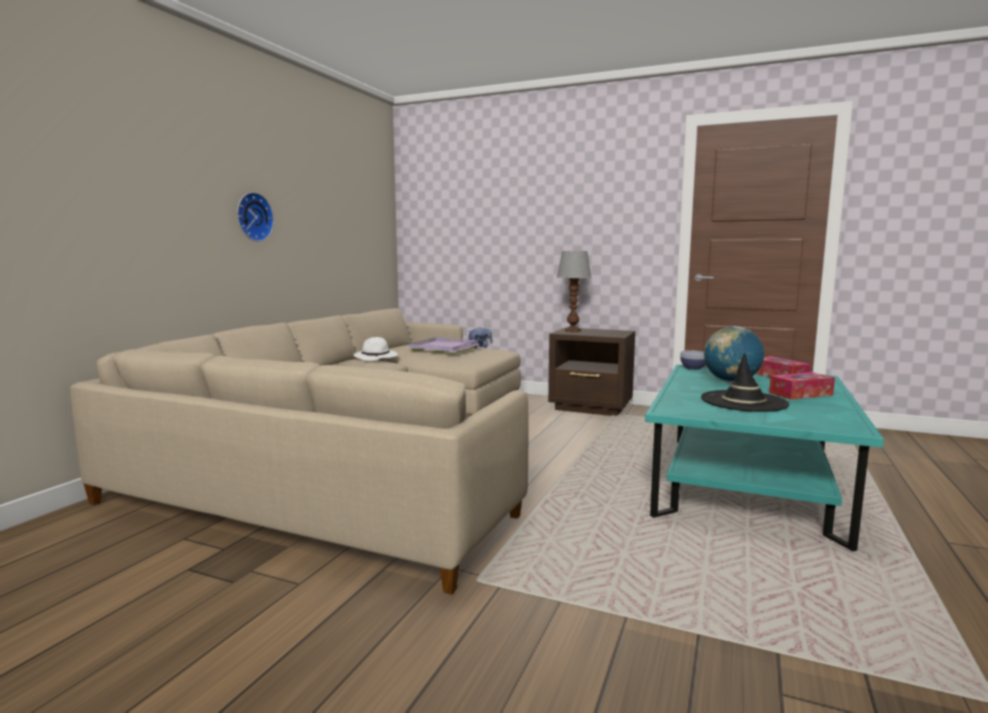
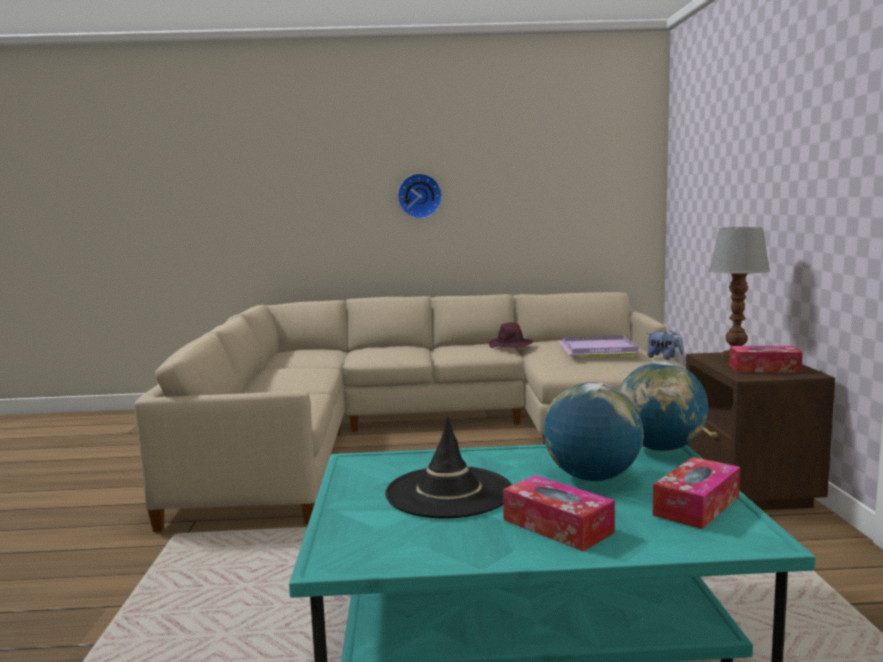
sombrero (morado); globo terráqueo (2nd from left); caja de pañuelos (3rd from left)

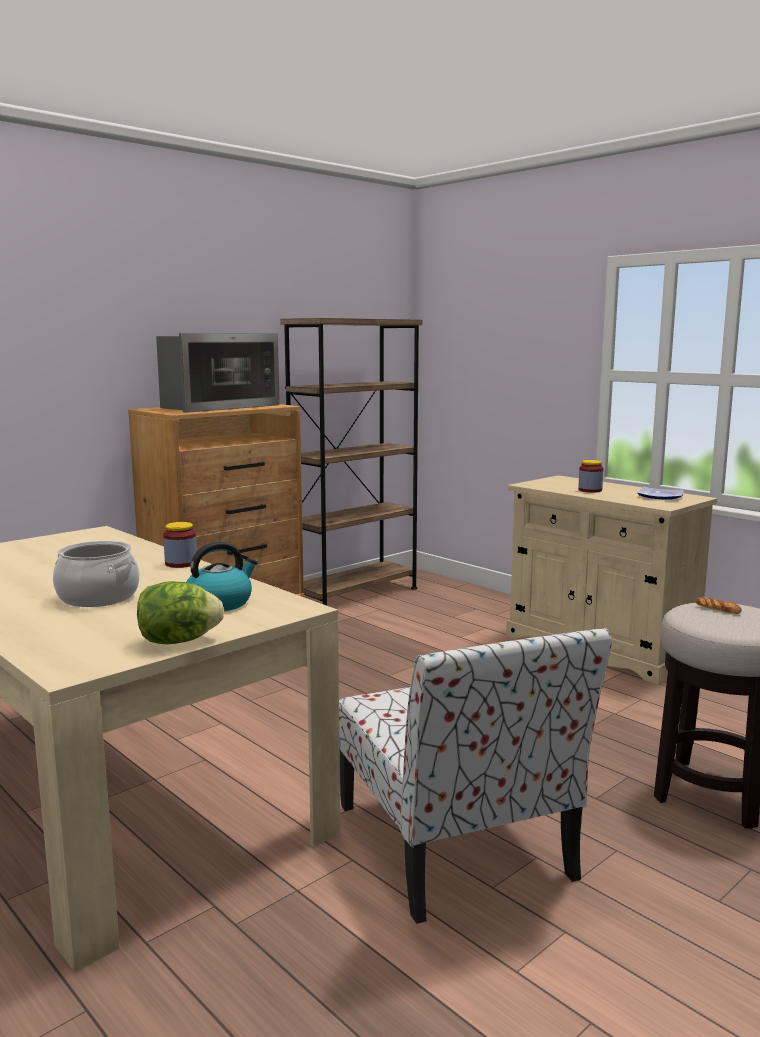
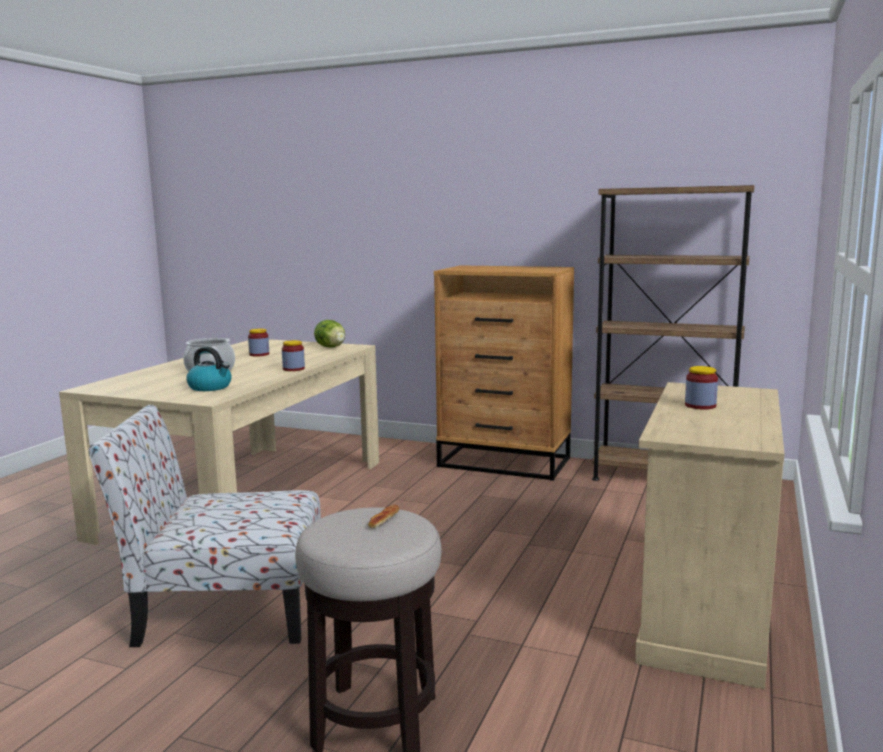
lechuga; microondas; silla; plato; tarro (1st from left)

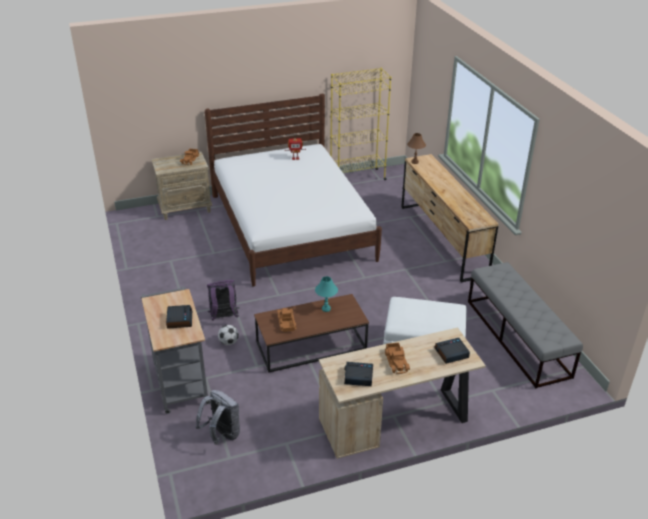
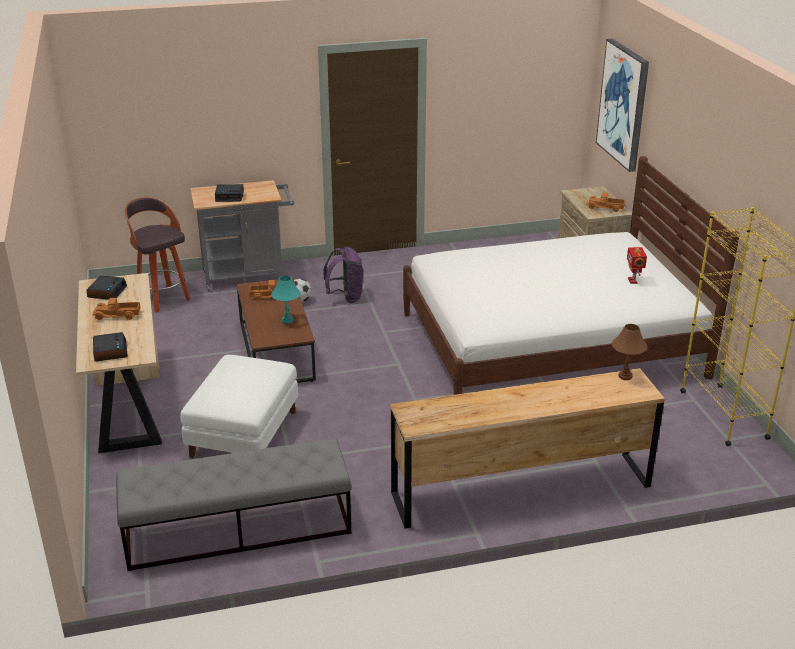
taburete; cuadro

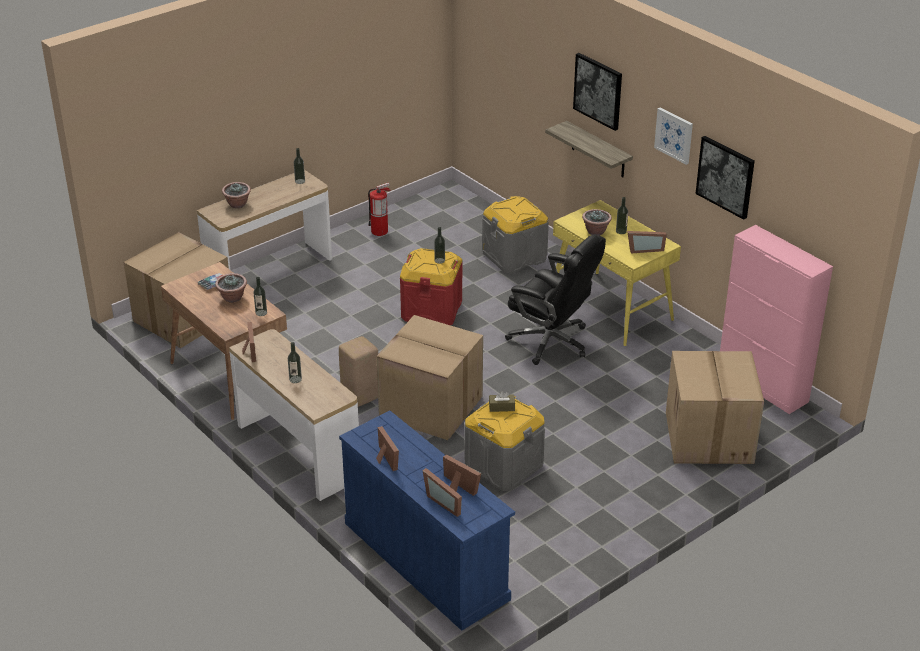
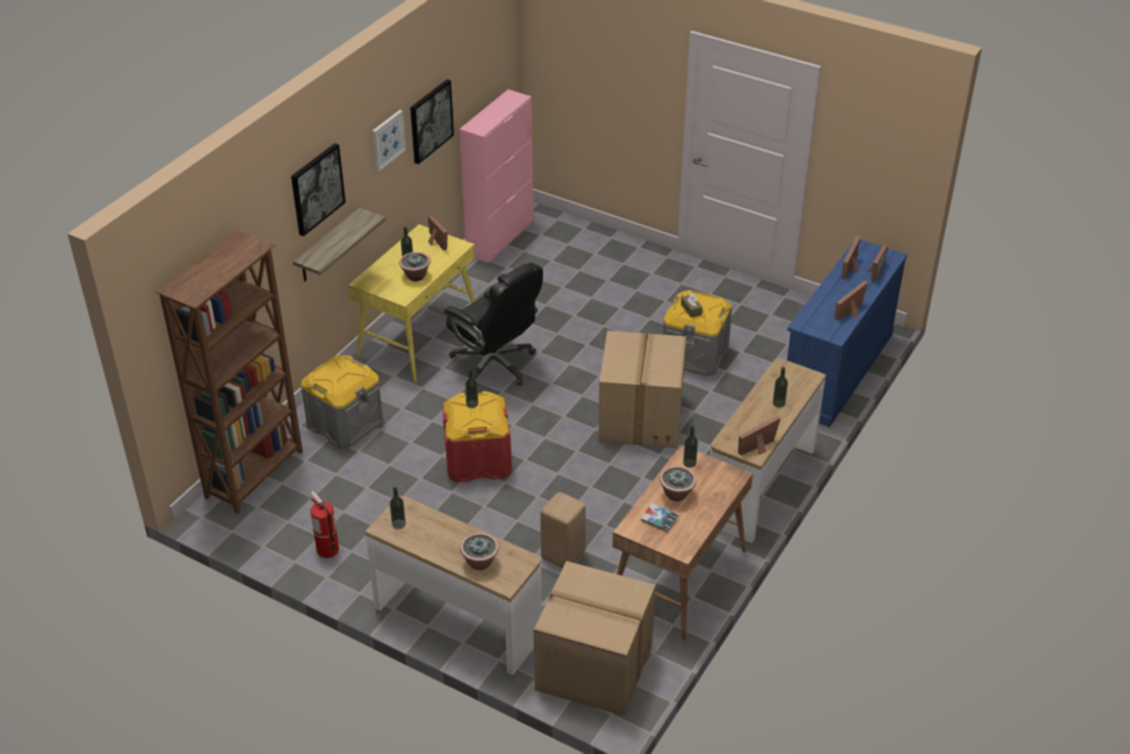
taburete (beis); silla de oficina (negro); caja de cartón (3rd from left in the first image); estantería (marrón)

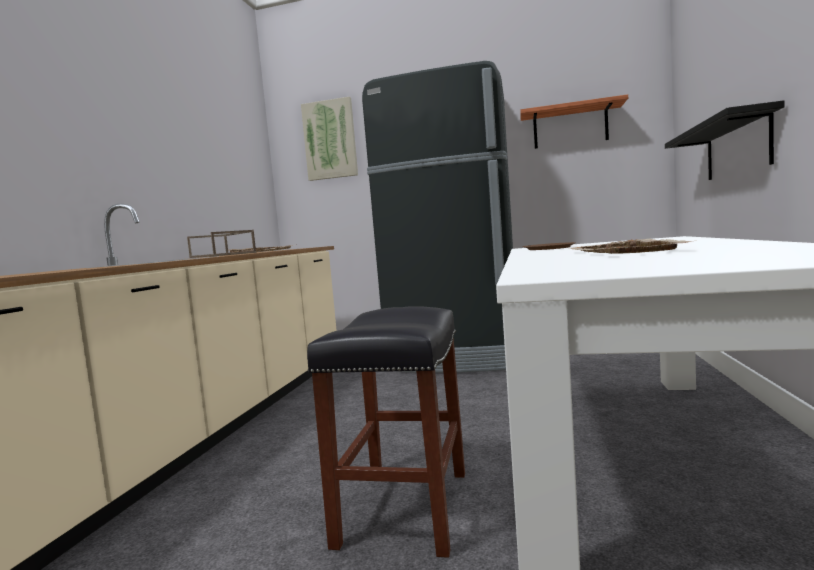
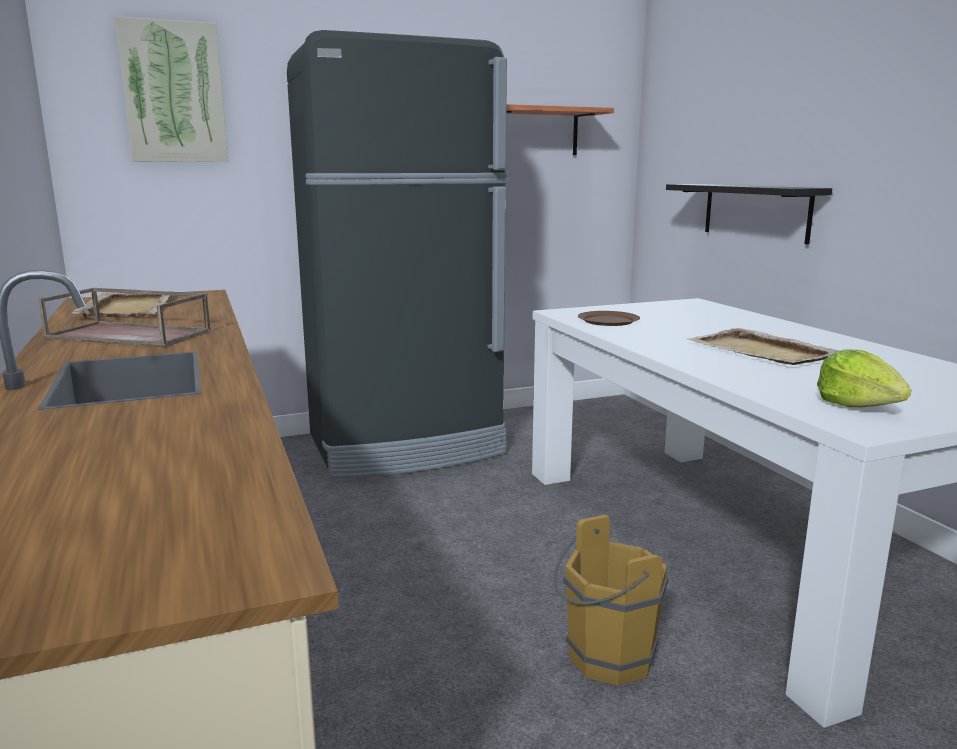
cubo (marrón); lechuga

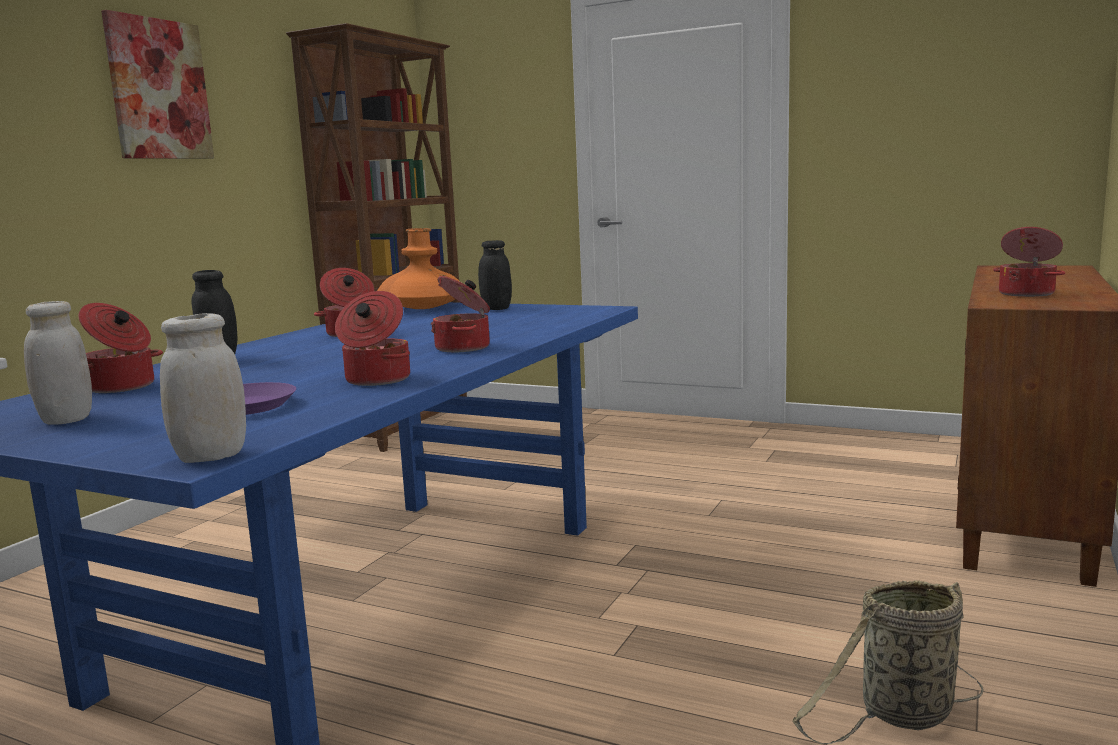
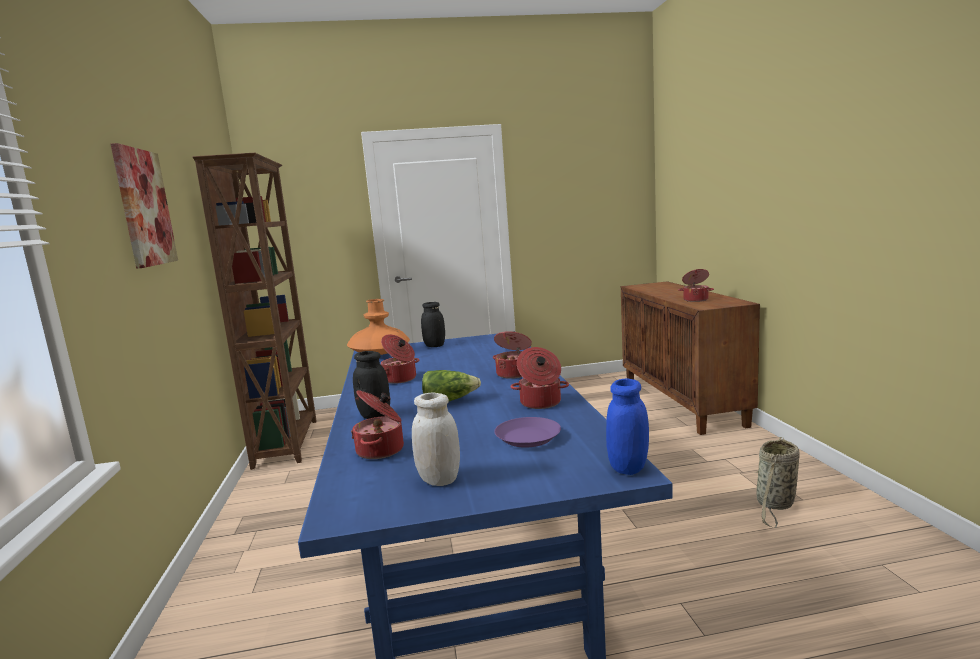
tarro (azul); lechuga

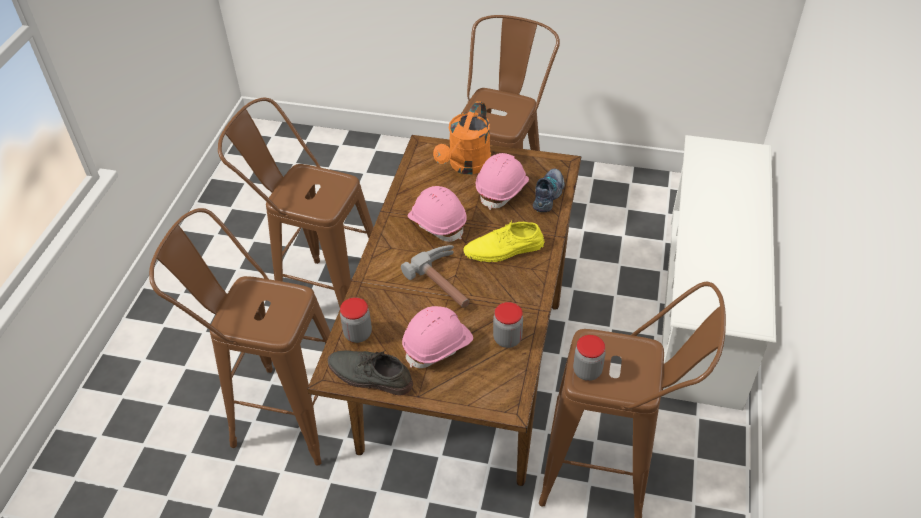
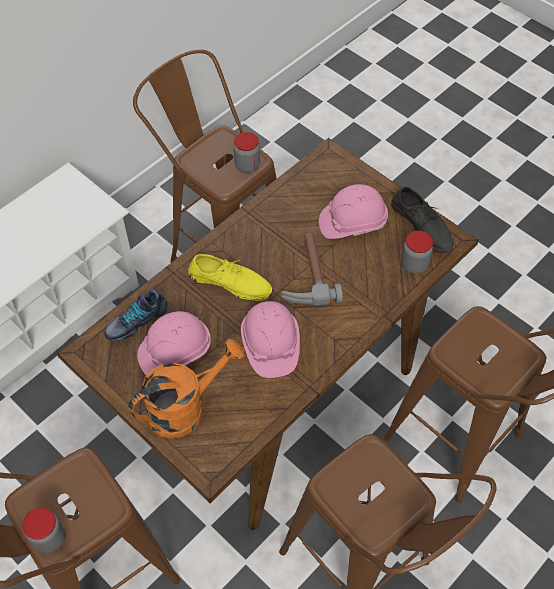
tarro (1st from left)

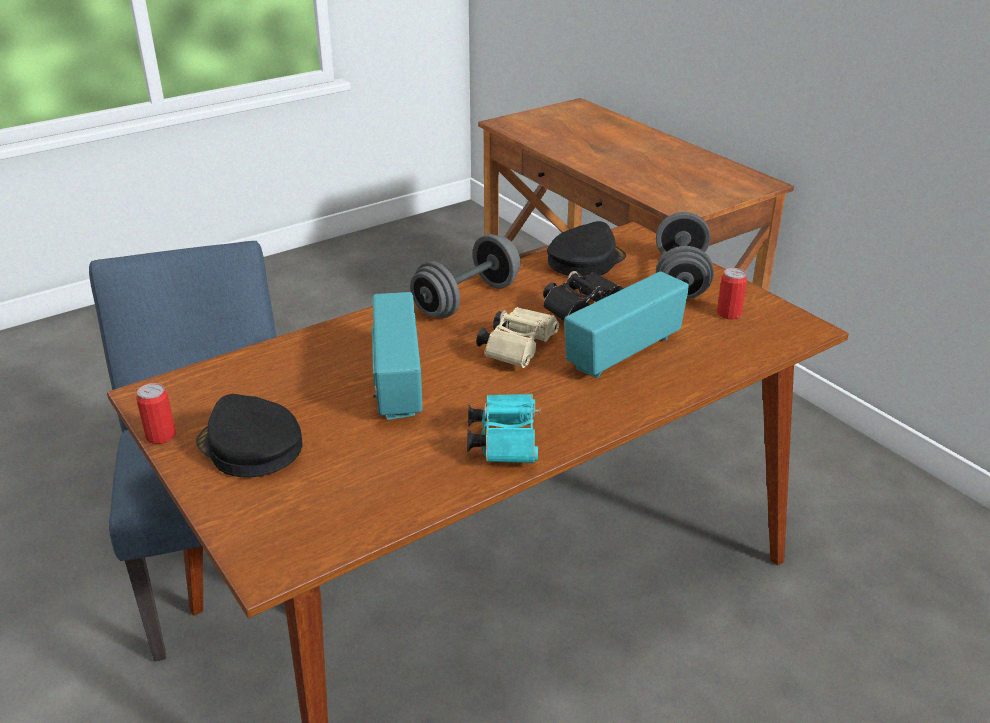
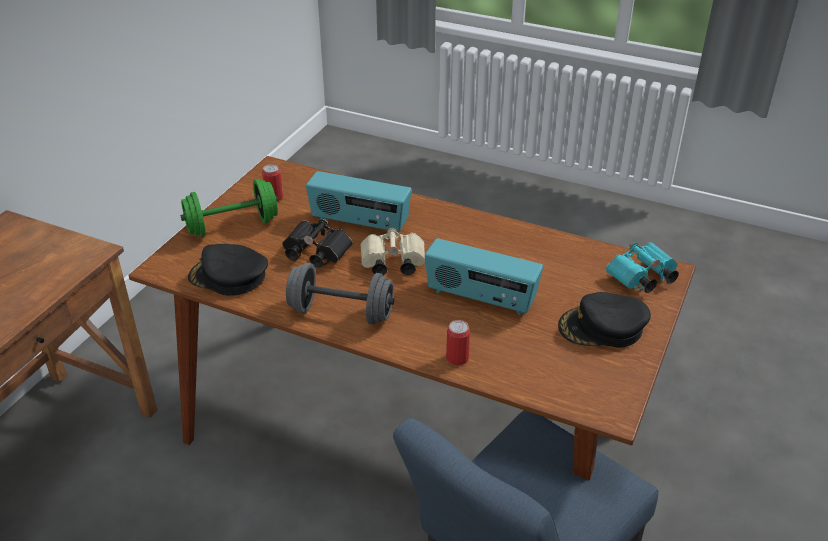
lata (2nd from left); gorra (negro) (2nd from left); radio (2nd from left); prismáticos (turquesa); mancuerna (verde)

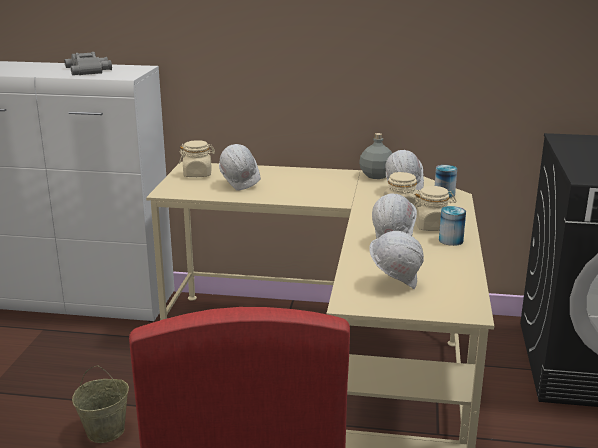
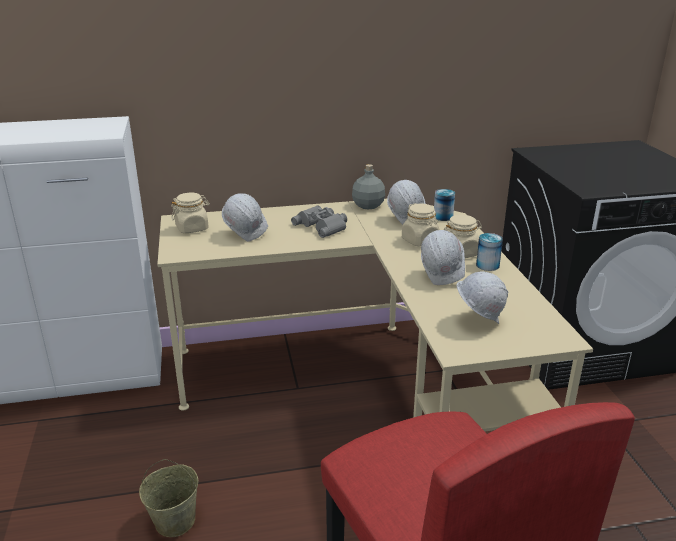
prismáticos (gris)

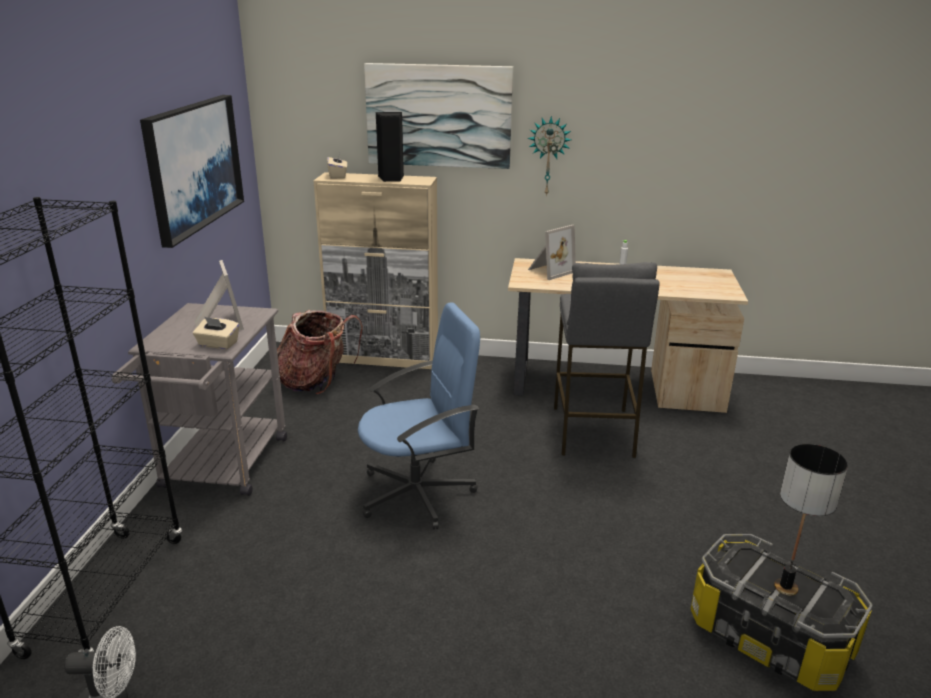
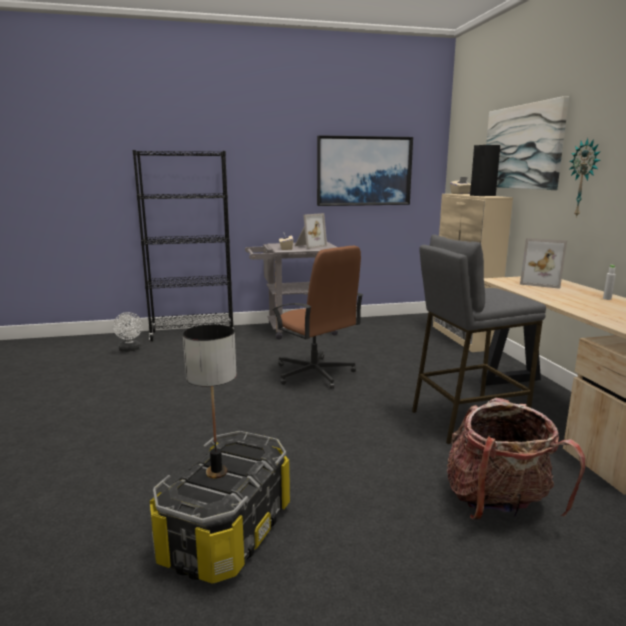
mochila; silla de oficina (marrón)

